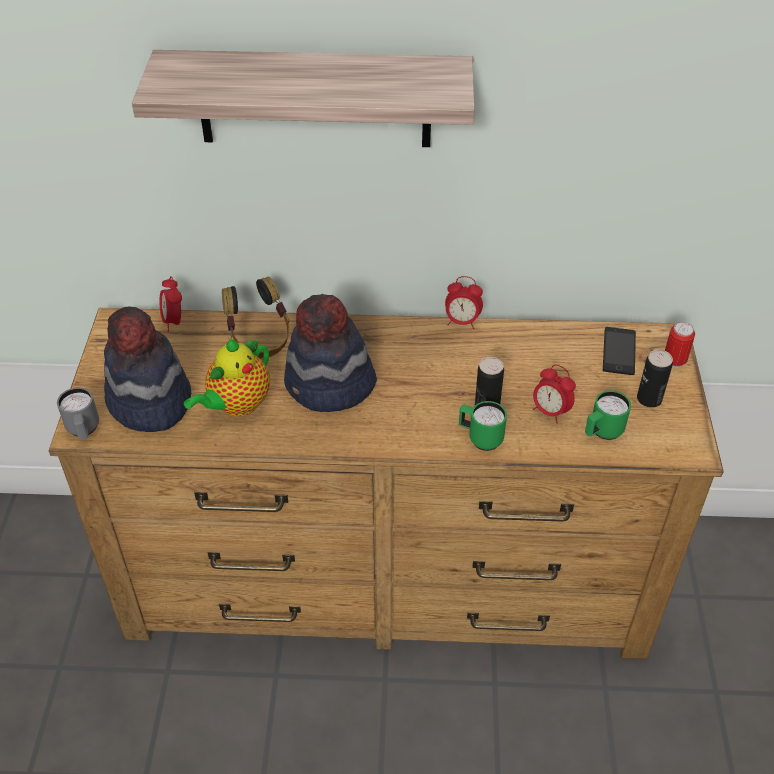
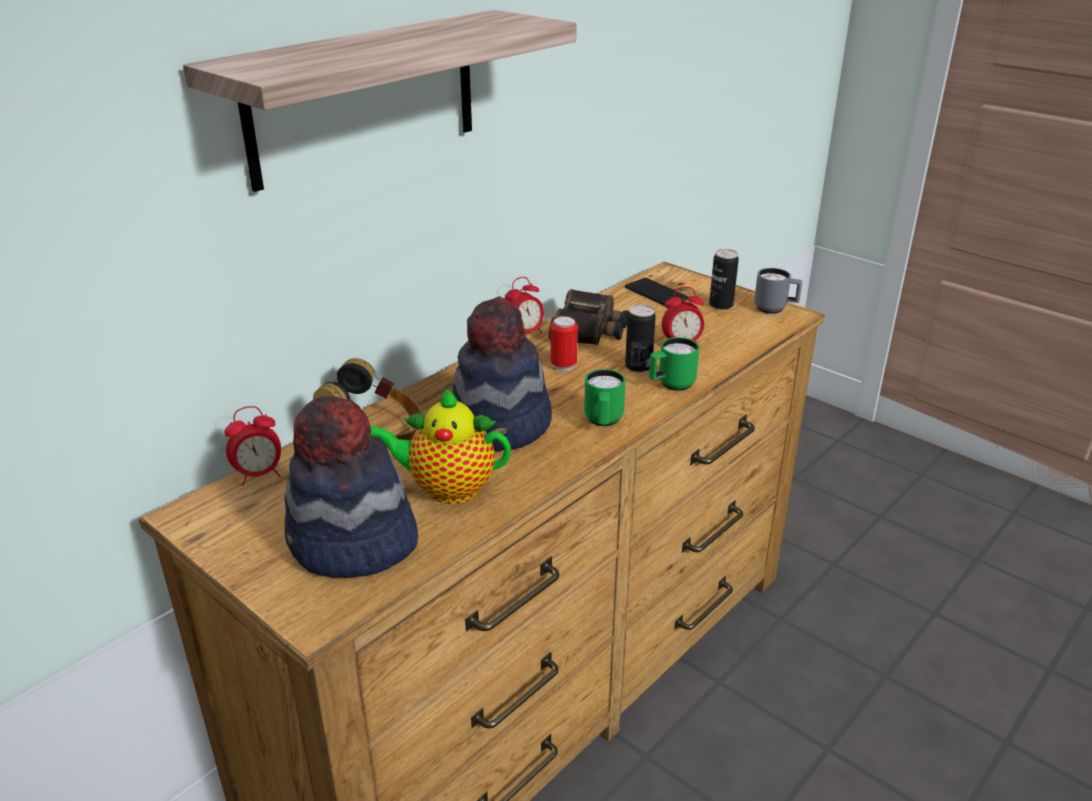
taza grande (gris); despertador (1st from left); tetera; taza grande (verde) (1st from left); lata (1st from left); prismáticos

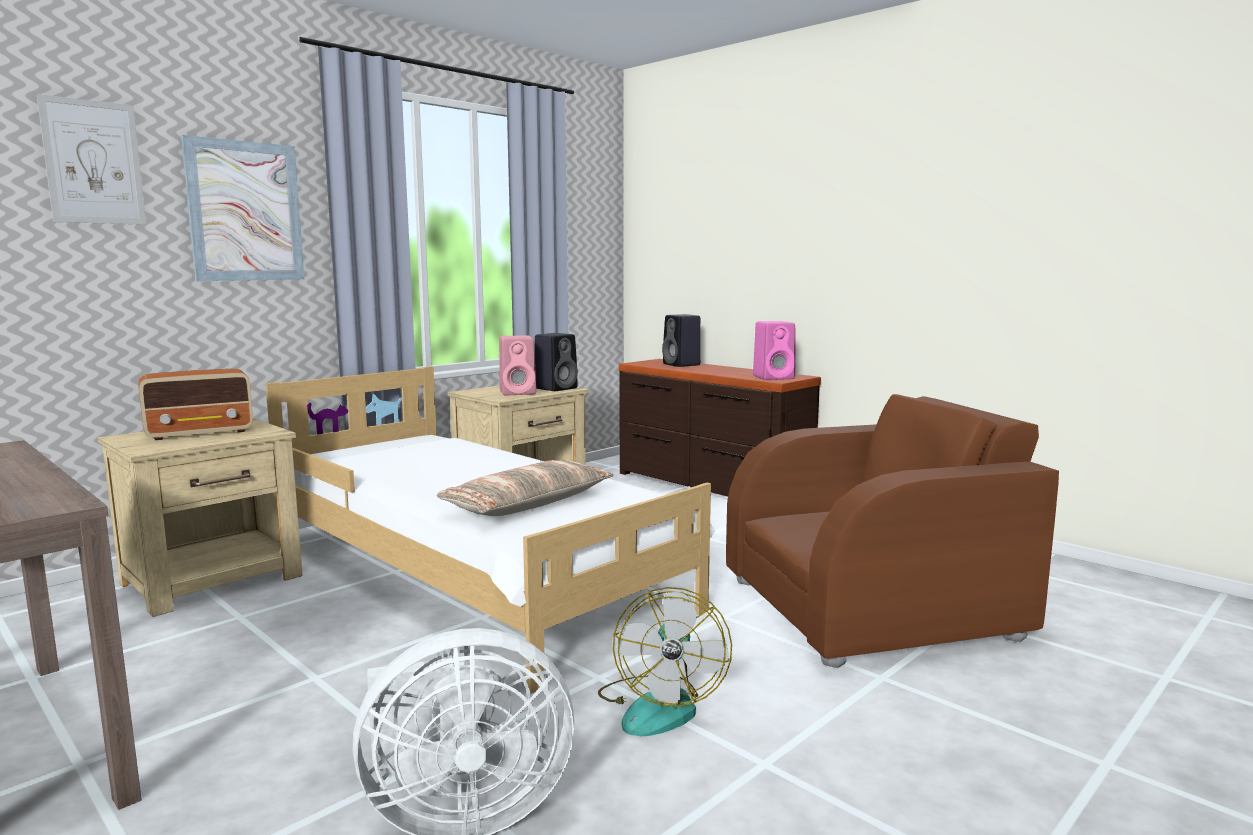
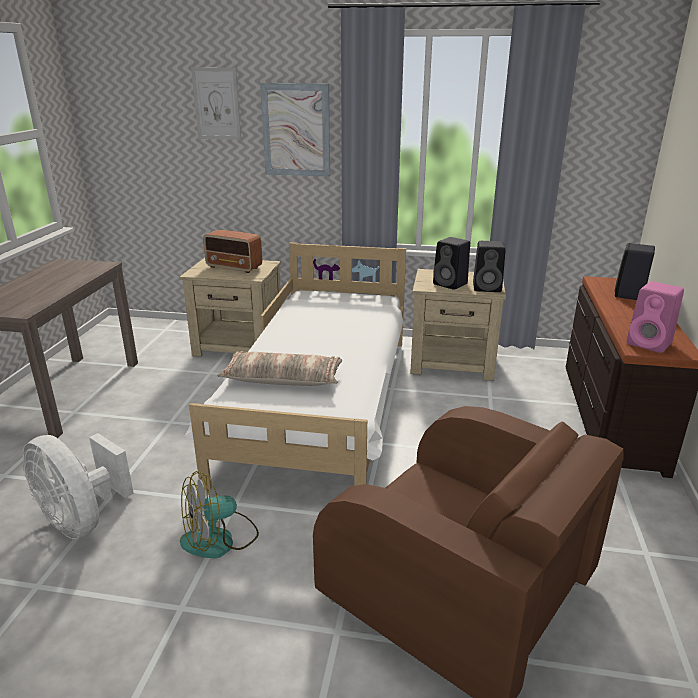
altavoz (negro) (1st from left)

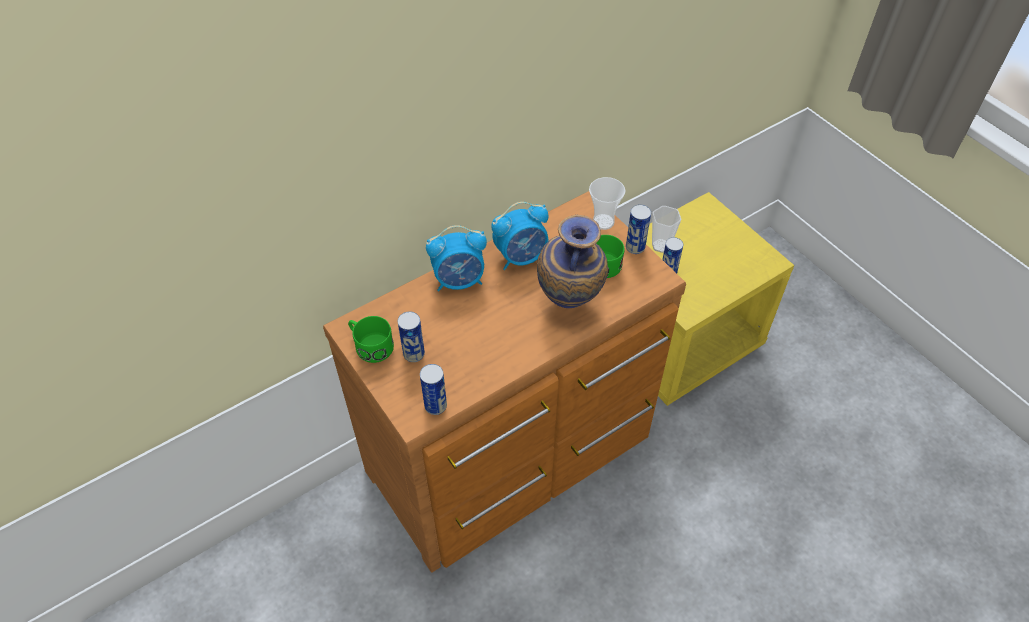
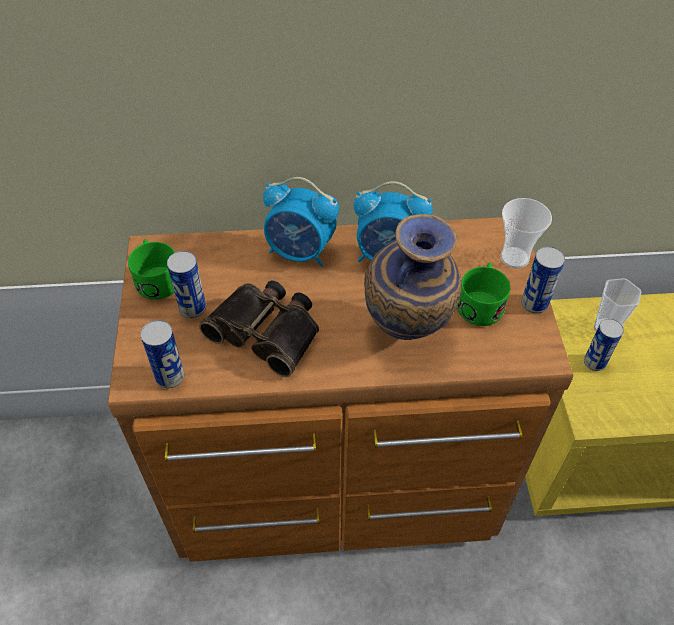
prismáticos

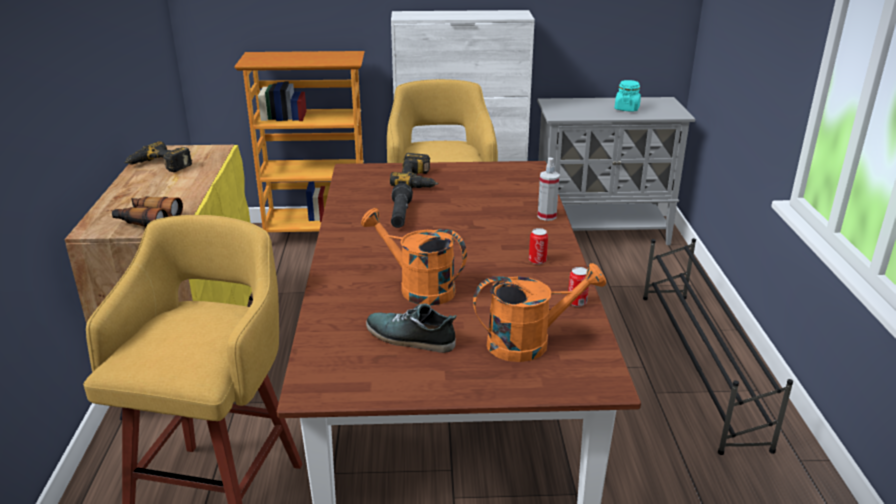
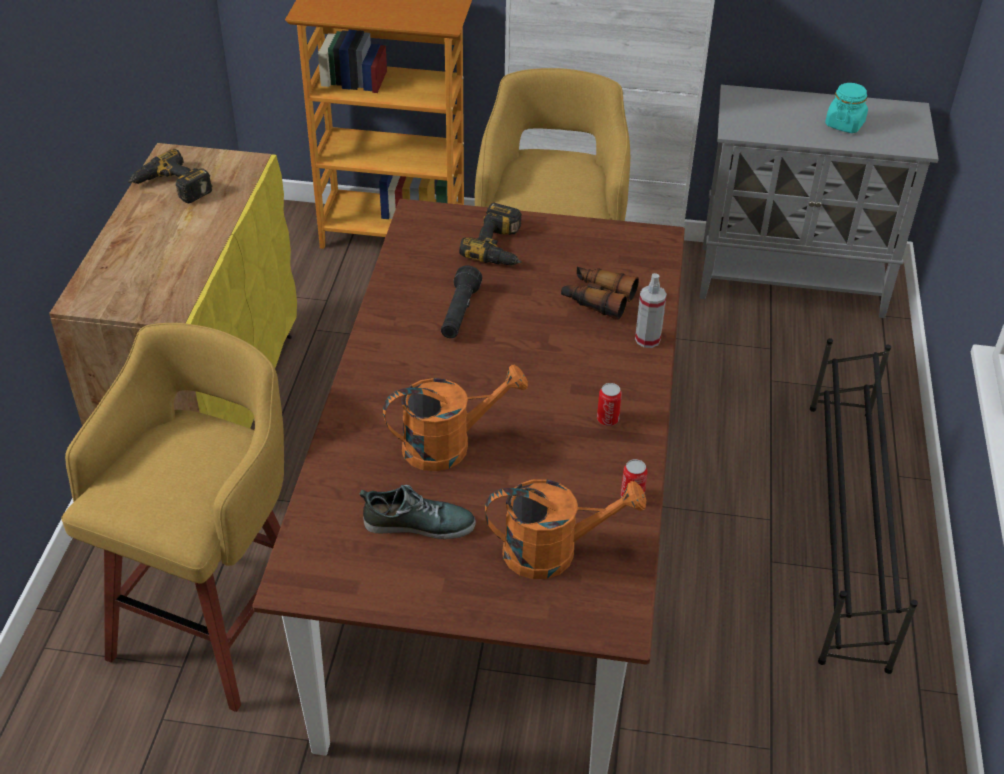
prismáticos; regadera (naranja) (1st from left); zapato

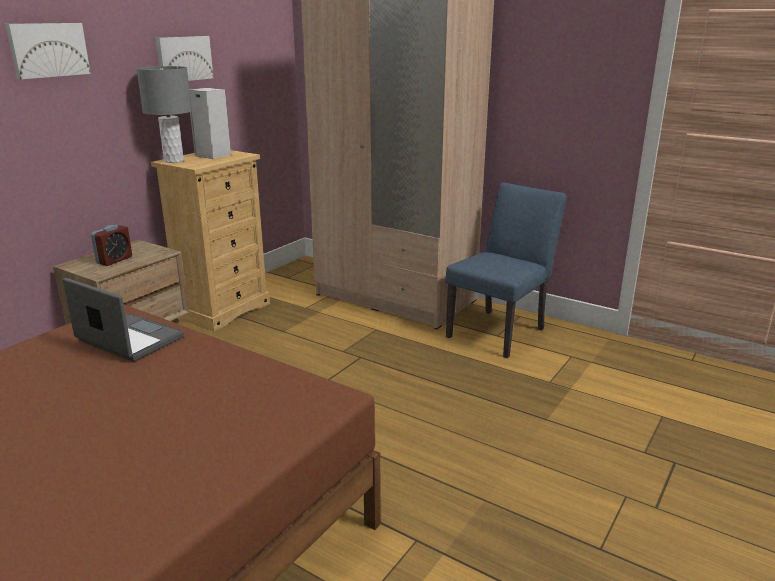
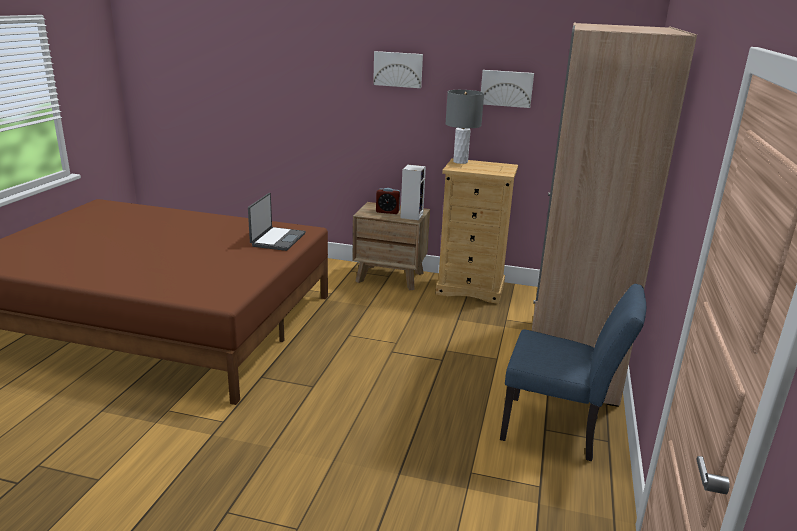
altavoz

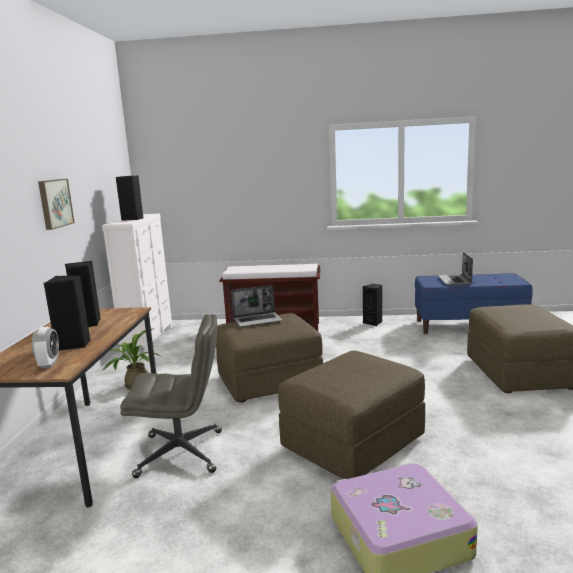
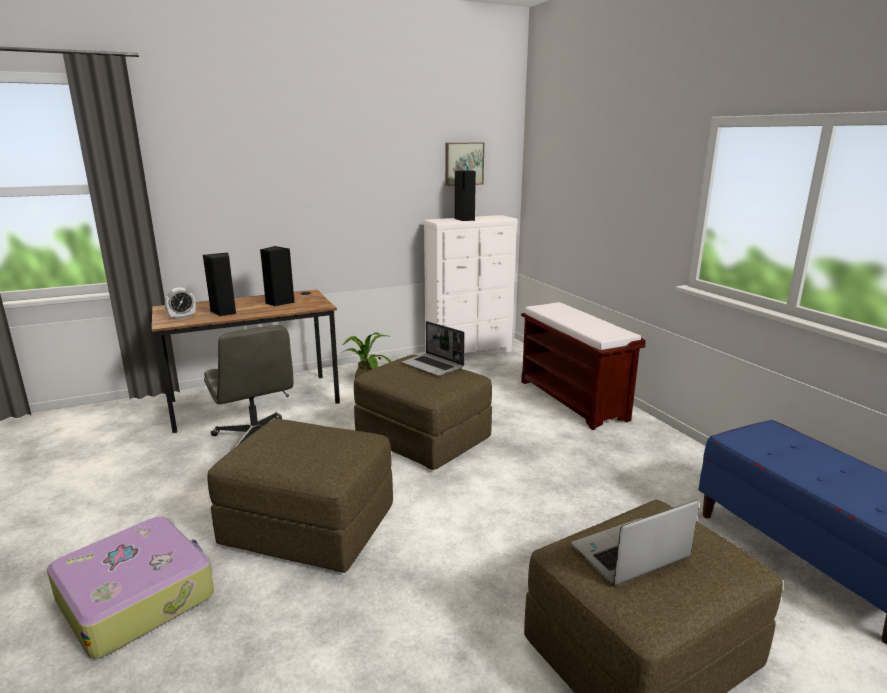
cuadro; altavoz (negro) (4th from left in the first image); portátil (2nd from left)

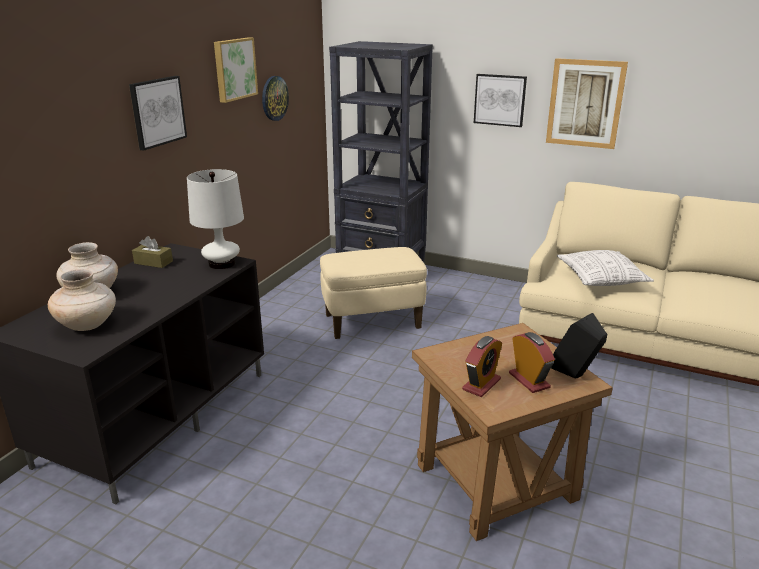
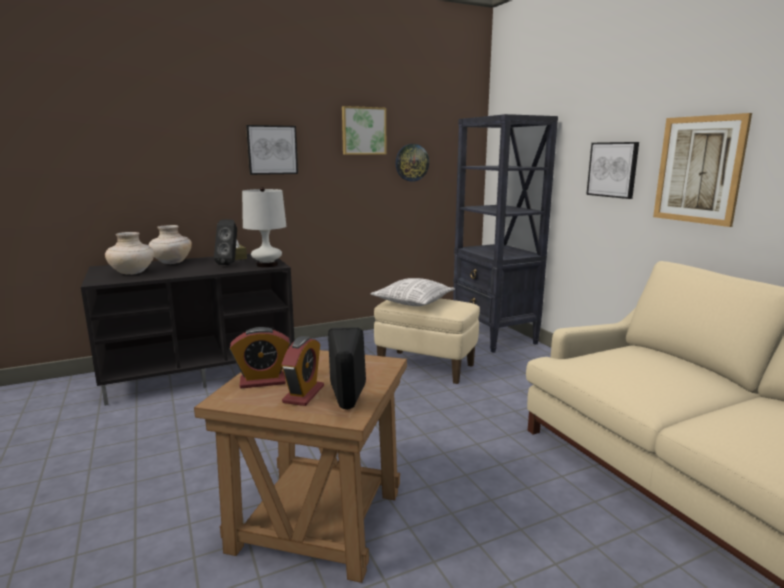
cojín; altavoz (negro) (1st from left)

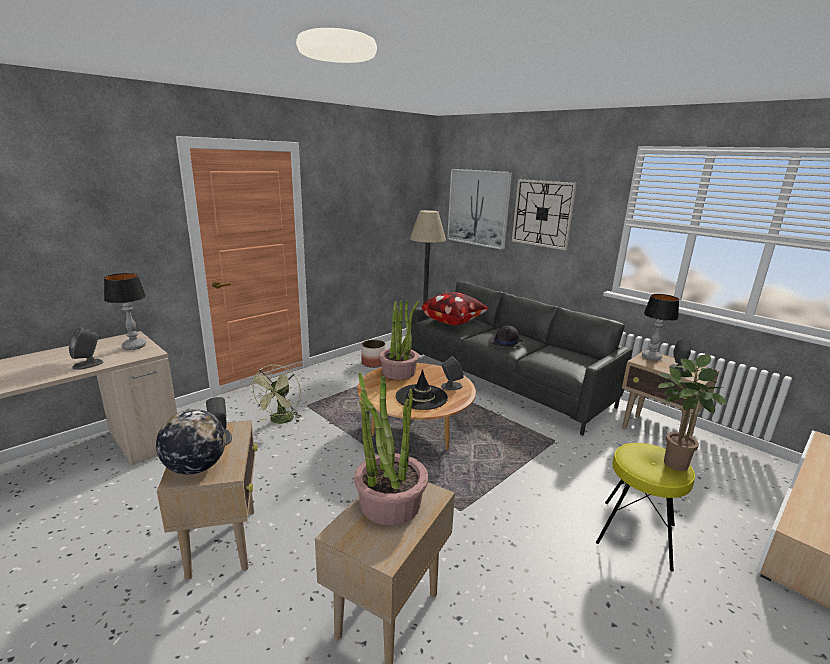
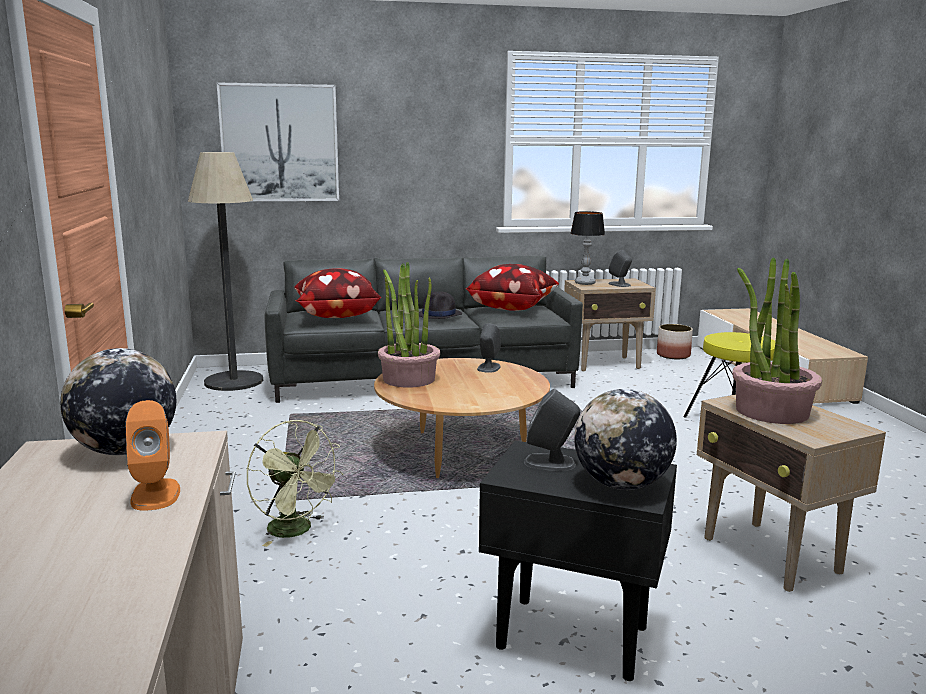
altavoz (naranja); globo terráqueo (1st from left); mesa auxiliar (negro); maceta; sombrero (negro) (1st from left in the first image); reloj de pared; planta en maceta (3rd from left in the first image); cojín (2nd from left)

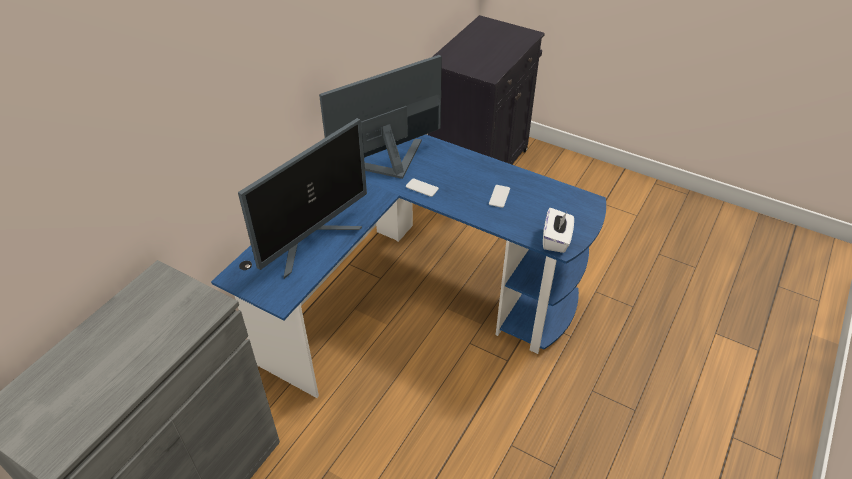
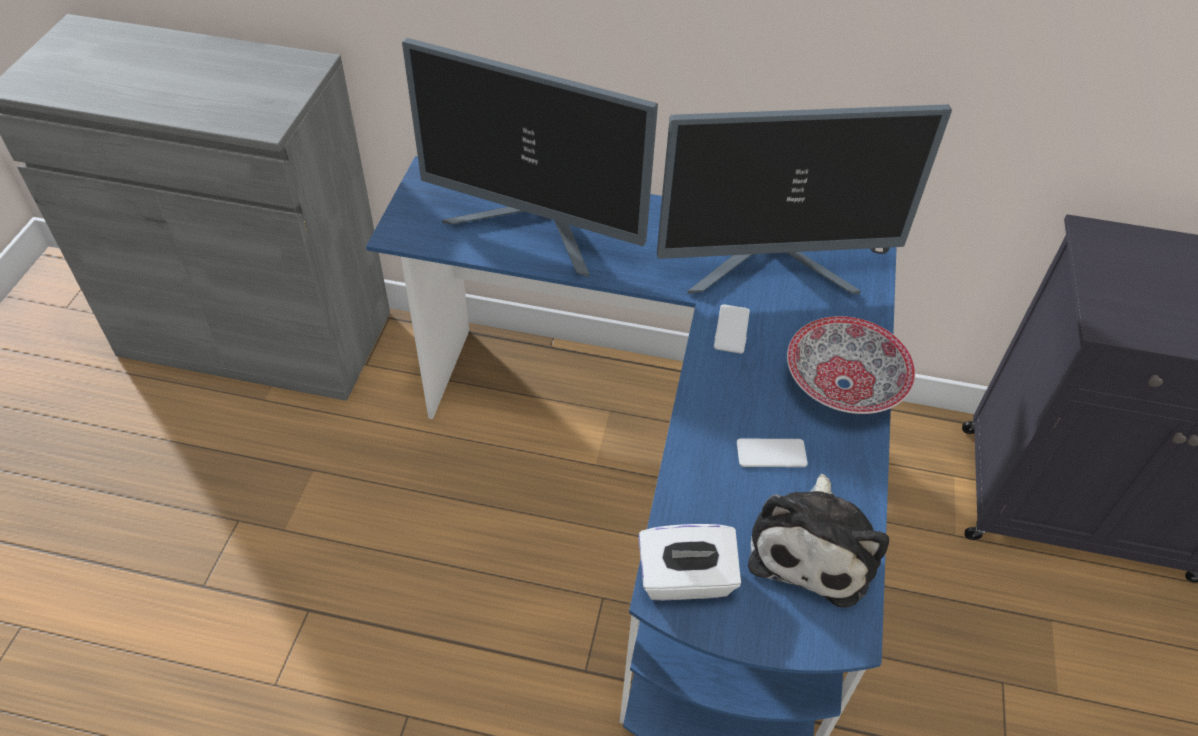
monitor (2nd from left); peluche; cuenco

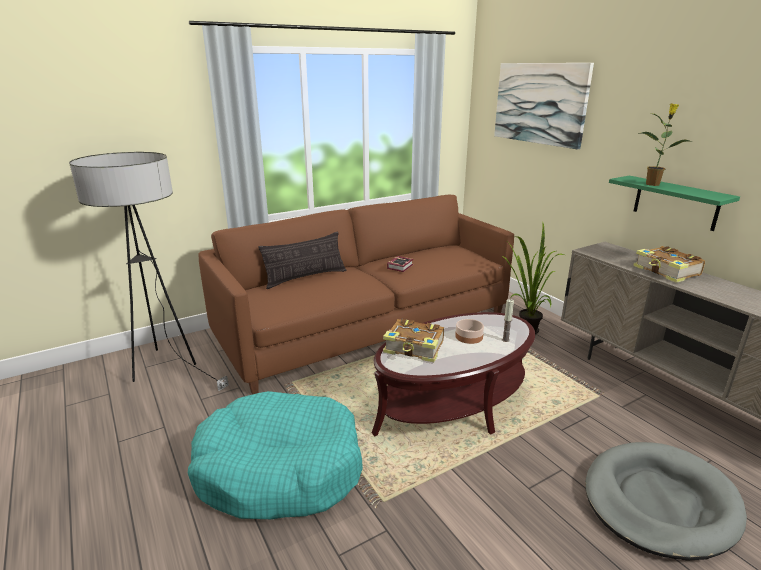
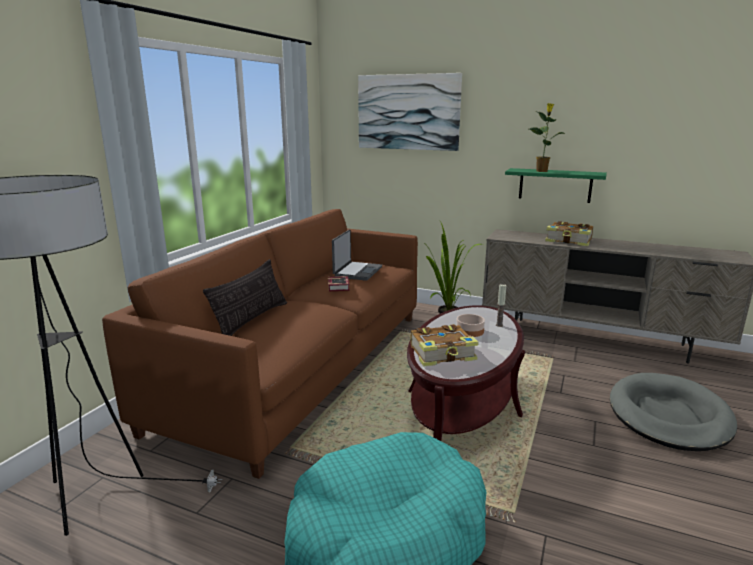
portátil

